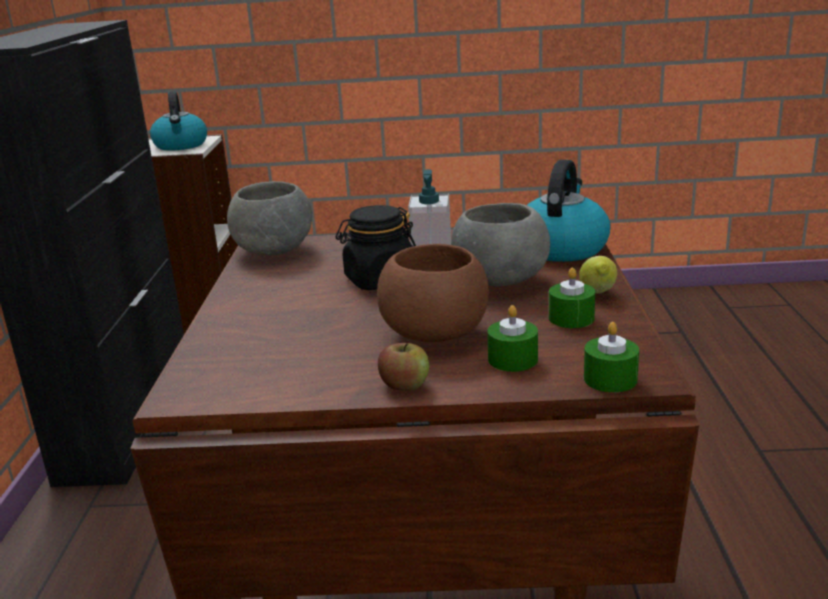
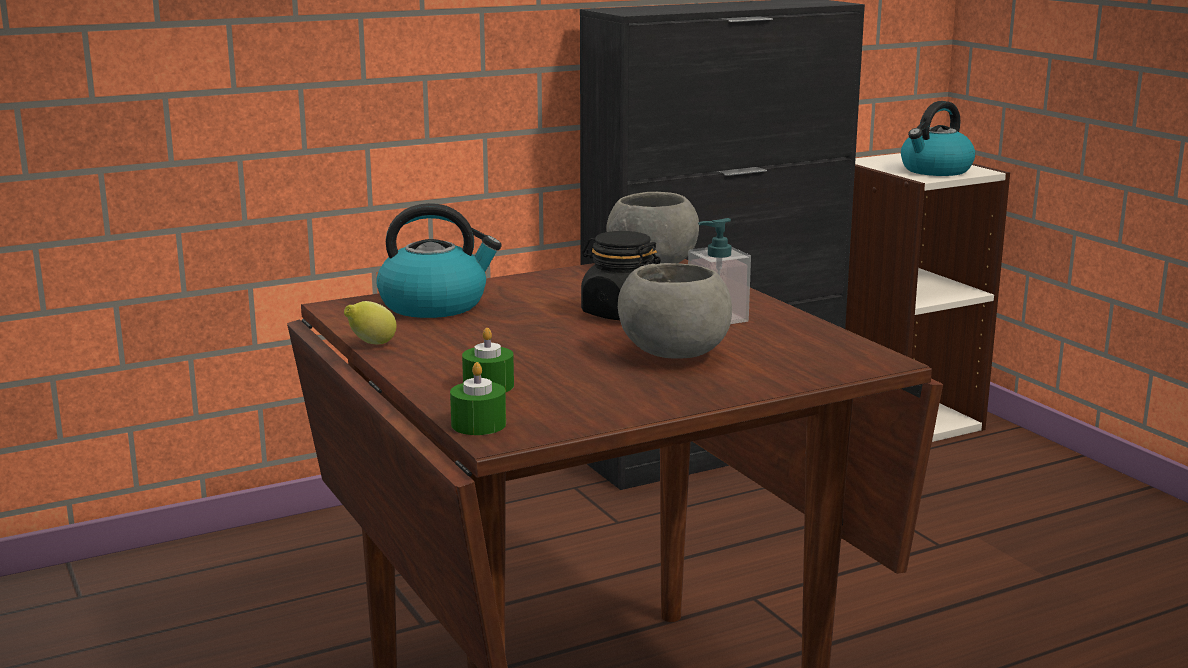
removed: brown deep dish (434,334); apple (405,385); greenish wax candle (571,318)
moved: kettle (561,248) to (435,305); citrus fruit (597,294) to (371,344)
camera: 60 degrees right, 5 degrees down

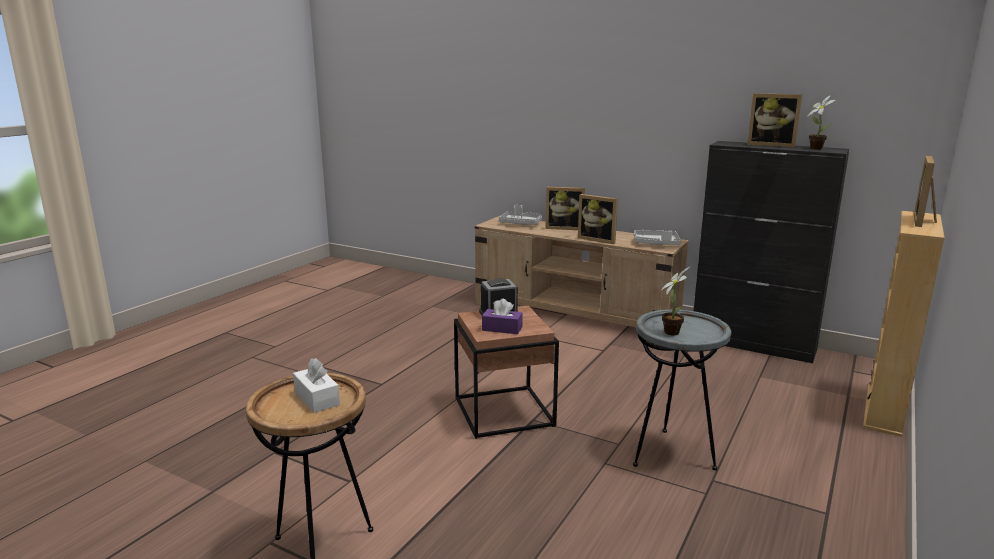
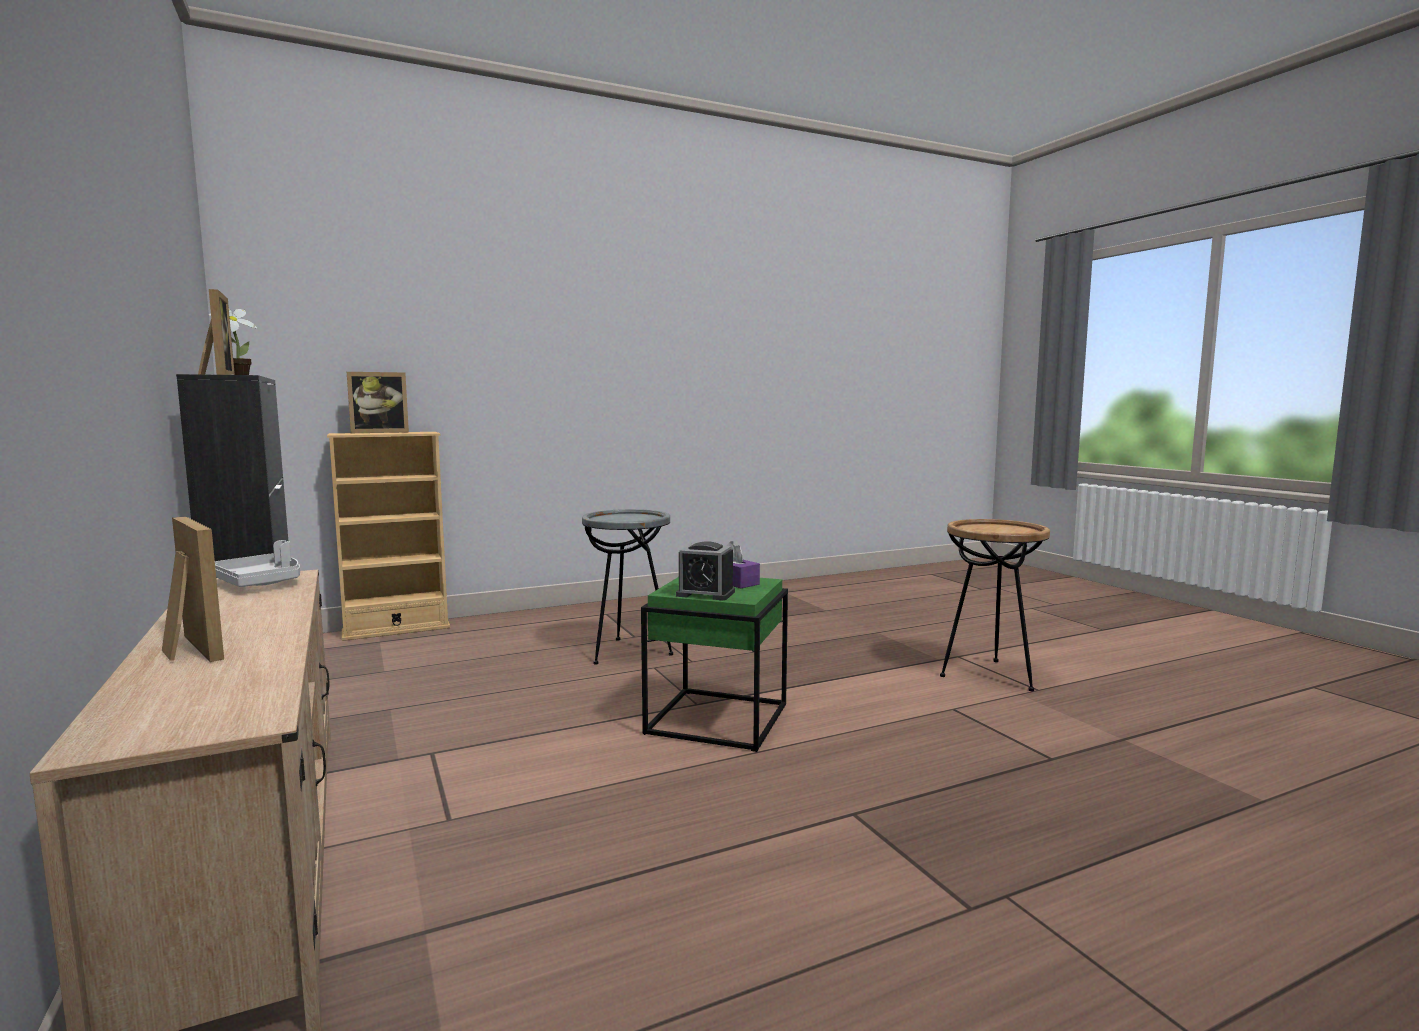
removed: whitish tissue holder (317,398); grey tray (520,223); photo frame (598,239); potted plant (672,331)
recoloured: brown accent table (503,412) to greenish accent table (719,719)
camera: 145 degrees left, 10 degrees down

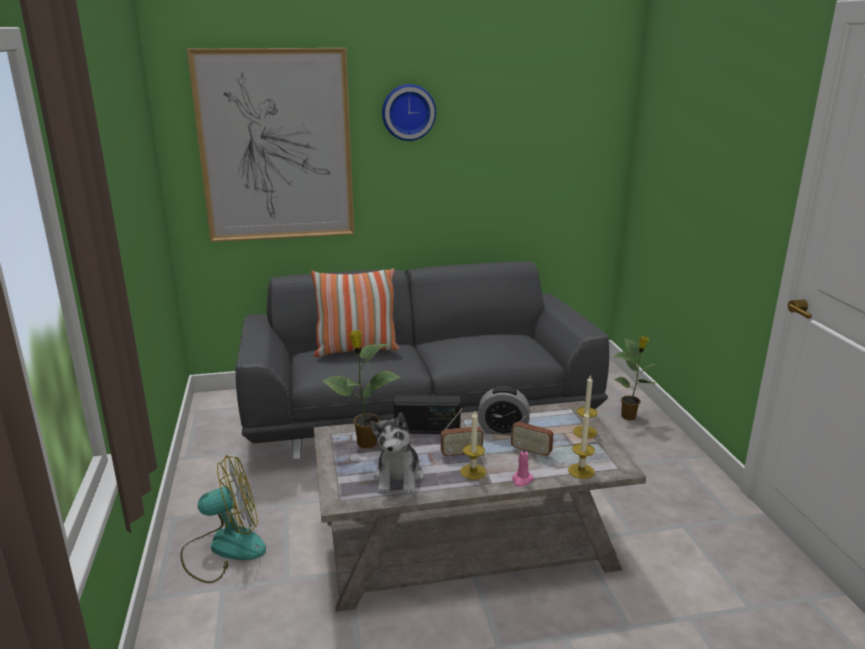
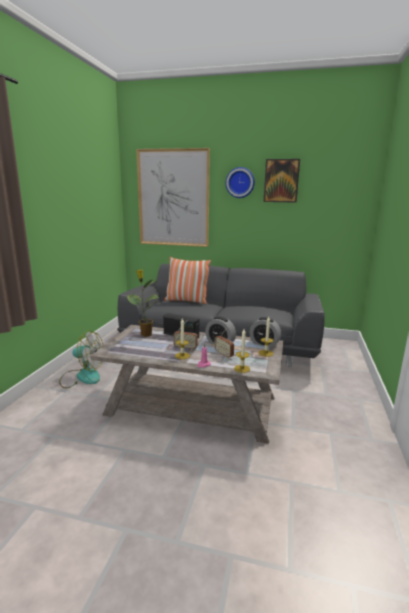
removed: cuddly toy (399,478); potted plant (629,417)
added: alarm clock (264,344); wall art (281,181)
camera: 25 degrees right, 5 degrees down

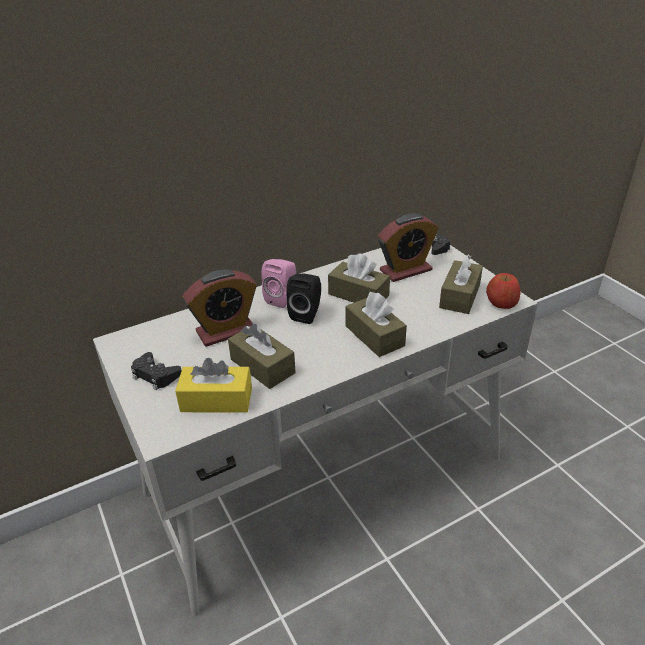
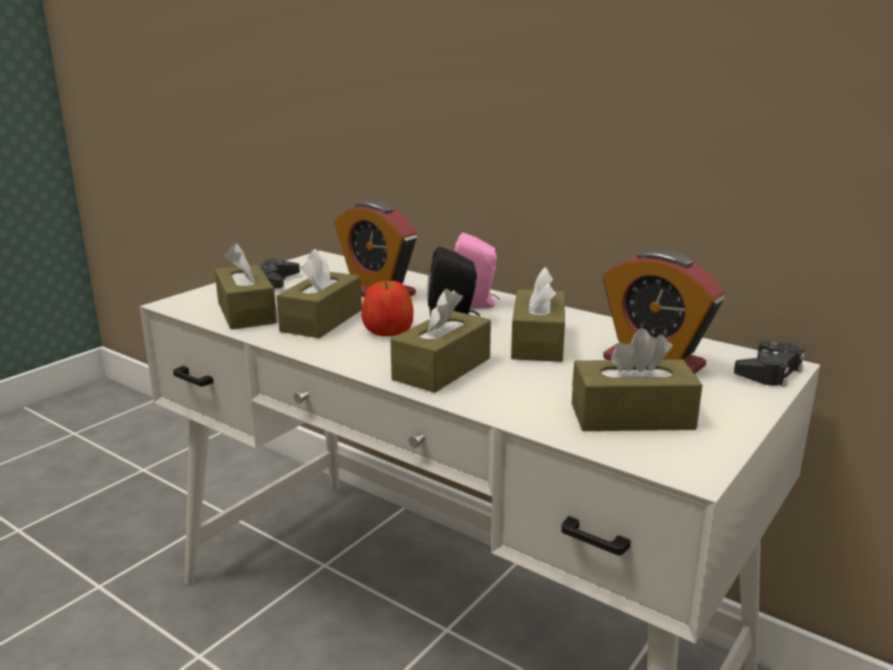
moved: apple (501,302) to (388,330)
recoloured: yellowish tissue holder (216,400) to brown tissue holder (246,312)
camera: 65 degrees right, 15 degrees down

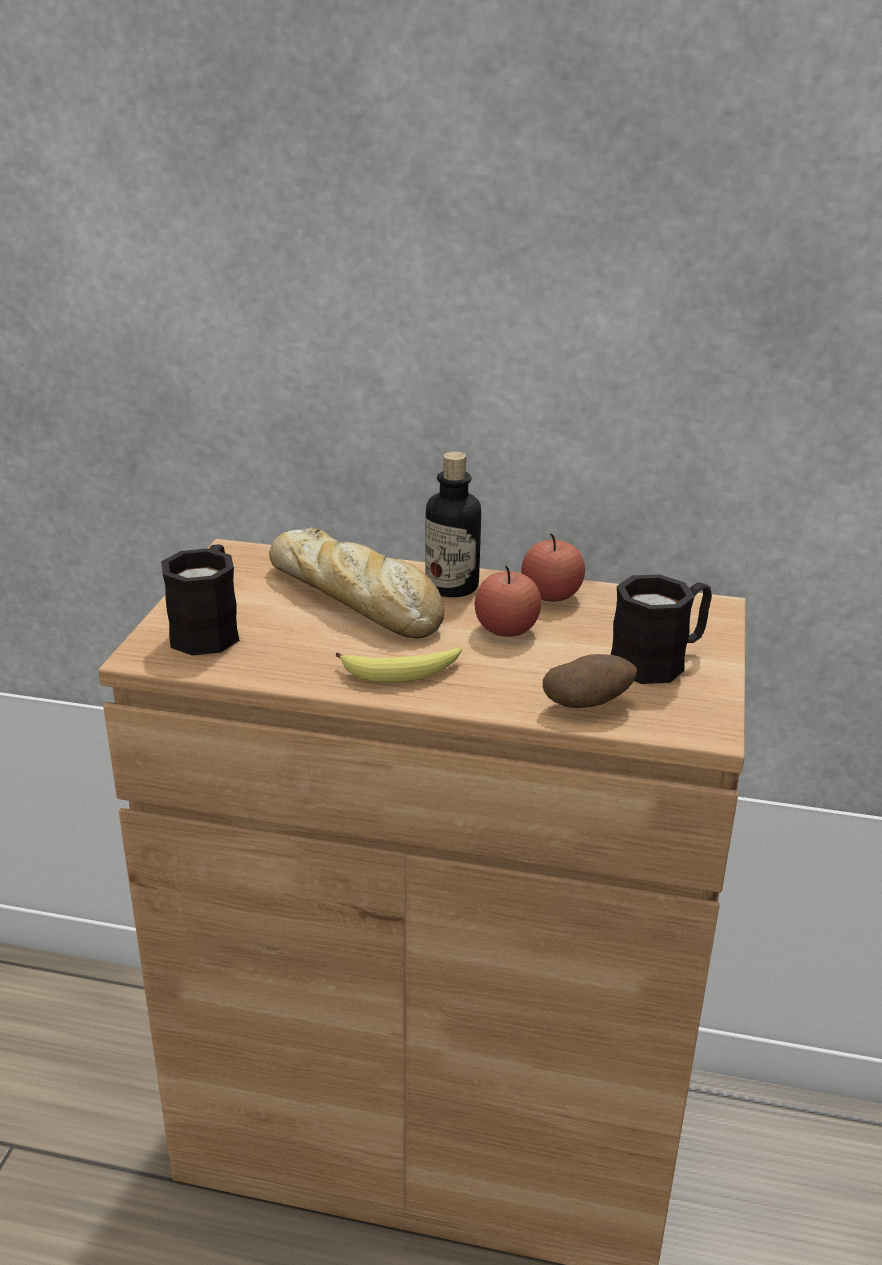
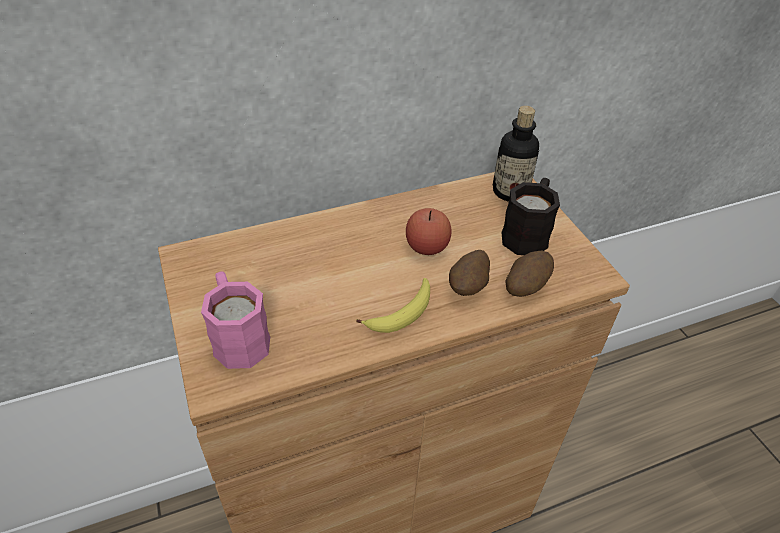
removed: bread (356,599); apple (551,595)
added: whole potato (468,287)
moved: drink bottle (451,587) to (510,192)
recoloured: black-coloured mug (209,629) to pink-coloured mug (238,336)
camera: 35 degrees left, 15 degrees up

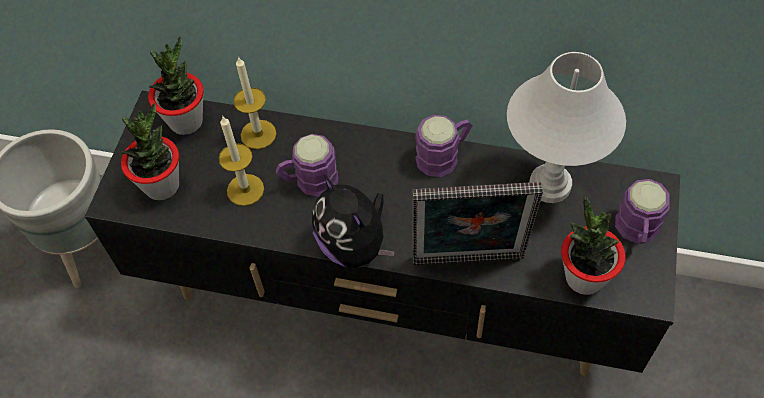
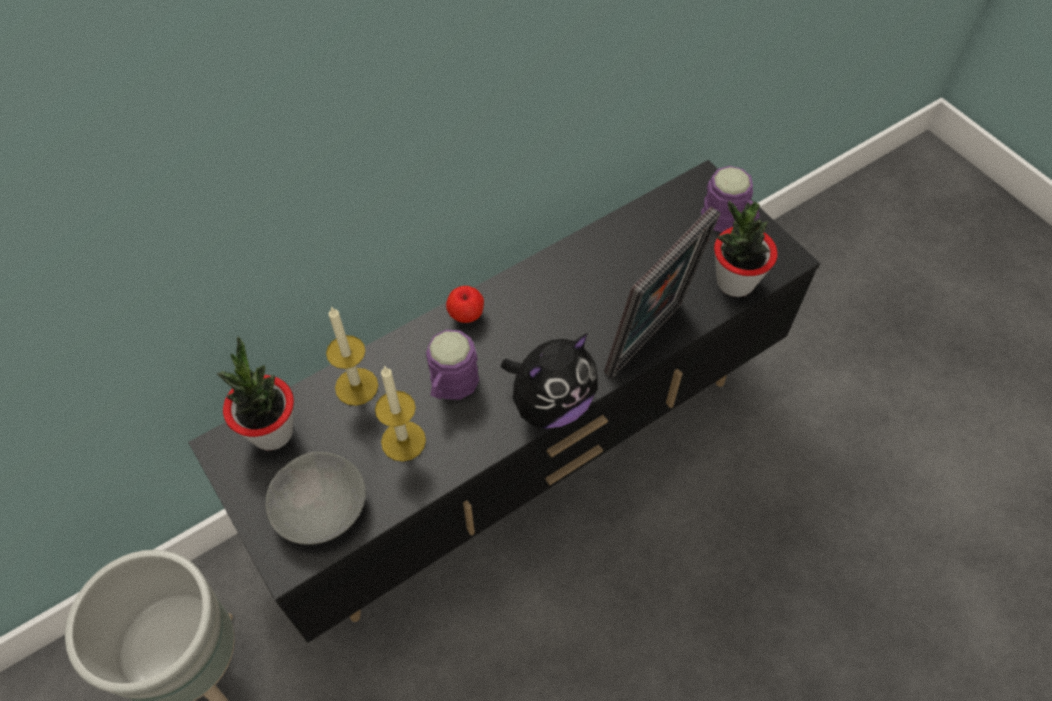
removed: purple-coloured mug (444,156); whitish table lamp (549,184)
added: apple (466,315)
replaced: potted plant (162,185) to grey deep dish (320,505)
turned: cuddly toy (354,245) = (550,404) 45 degrees counterclockwise
camera: 50 degrees left, 0 degrees up

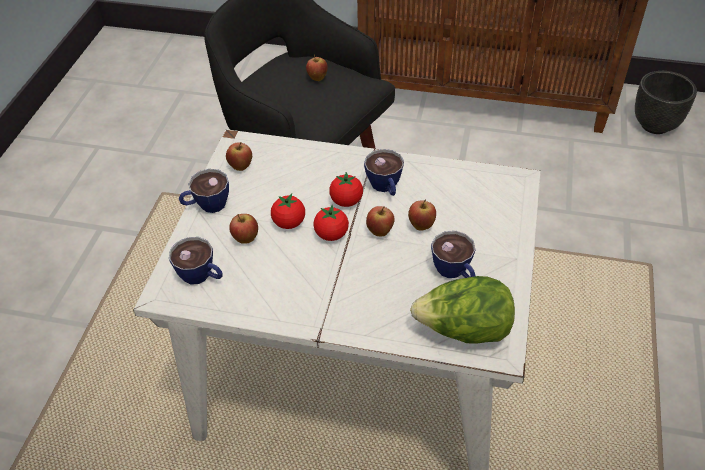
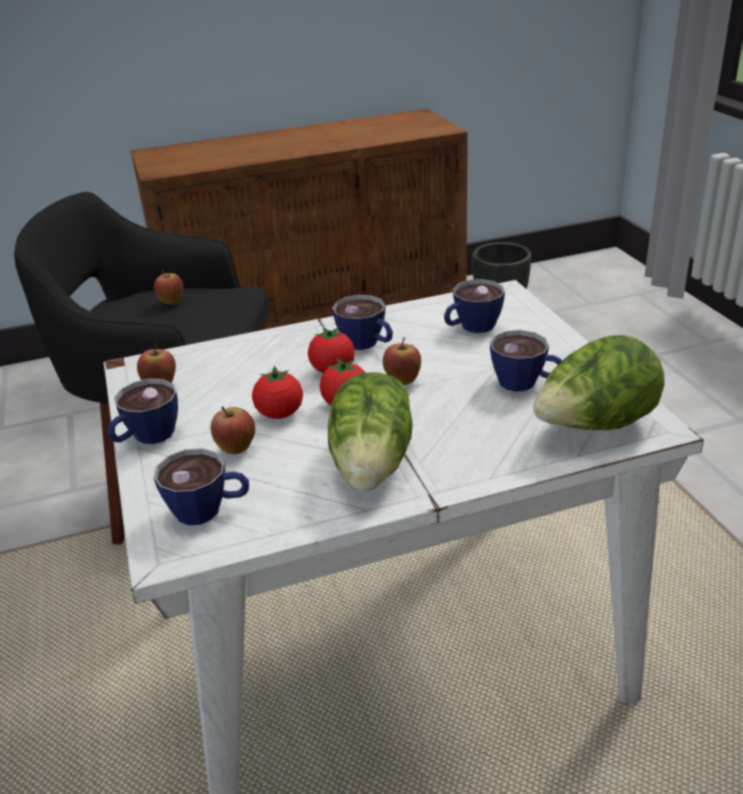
removed: apple (421,226)
added: lettuce (374,463); cup (471,328)
camera: 30 degrees left, 15 degrees down

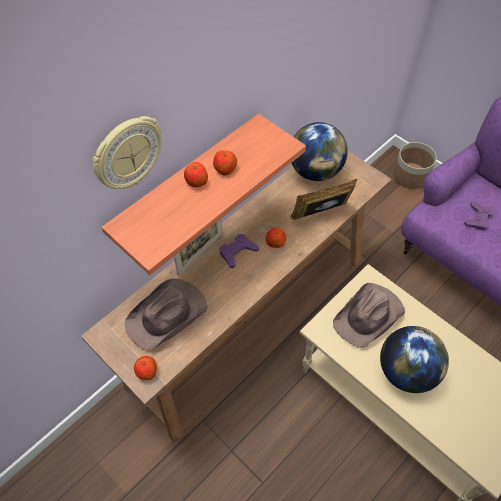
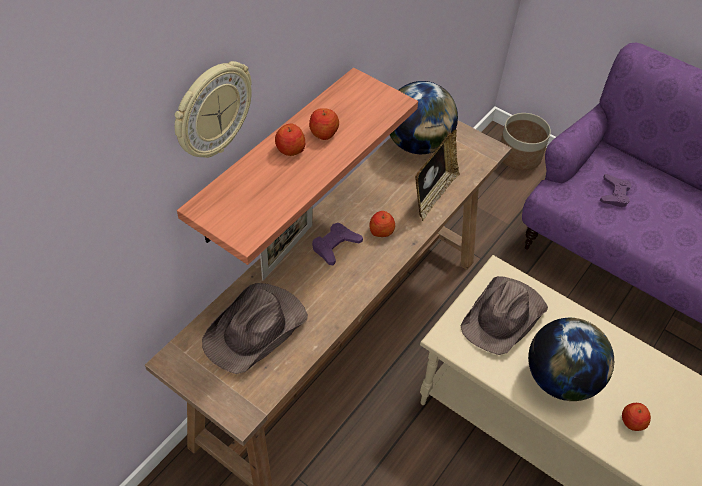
moved: apple (147,371) to (632,422)
turned: photo frame (321,215) = (433,195) 150 degrees clockwise
camera: 10 degrees left, 5 degrees down

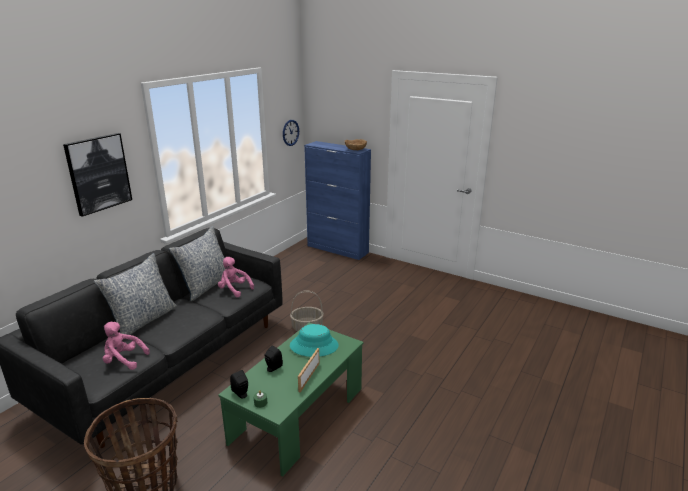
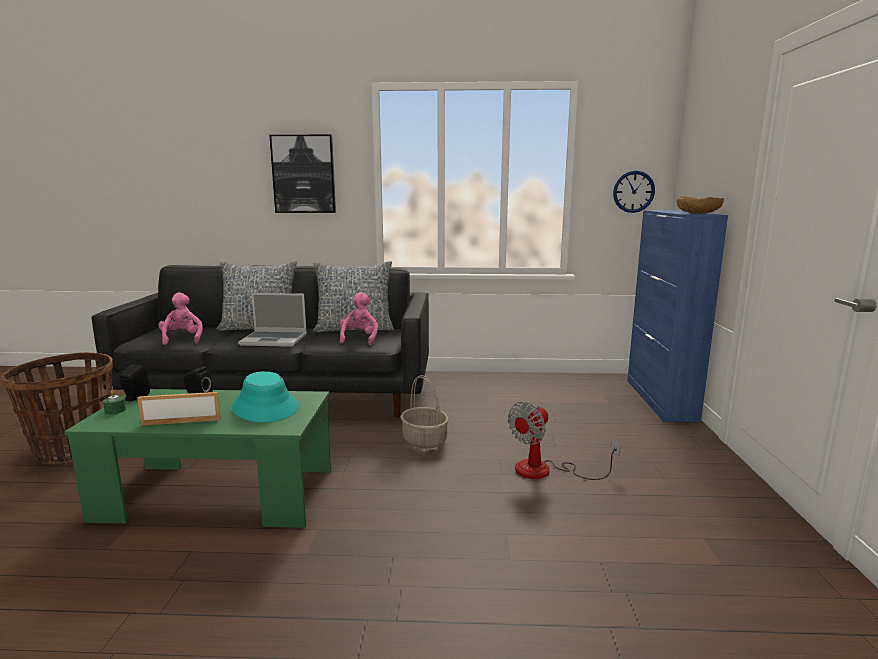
added: laptop (275,340); fan (546,471)
camera: 60 degrees right, 10 degrees down

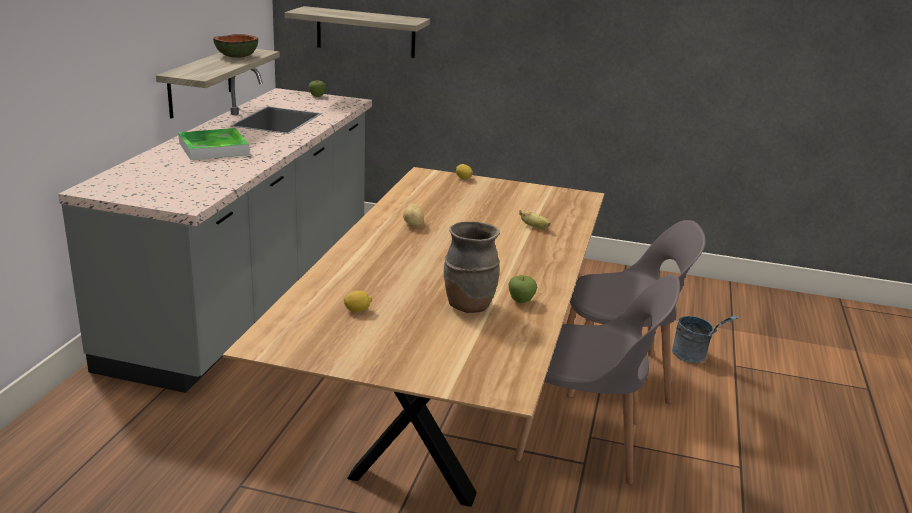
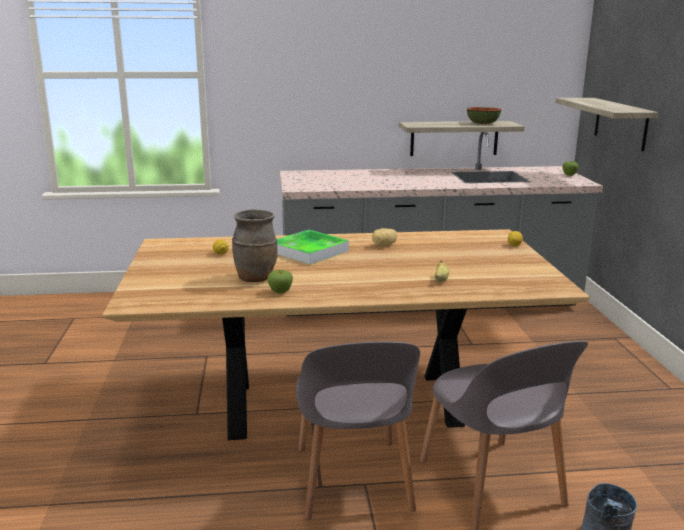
moved: tray (214,149) to (309,251)
camera: 70 degrees right, 5 degrees down

